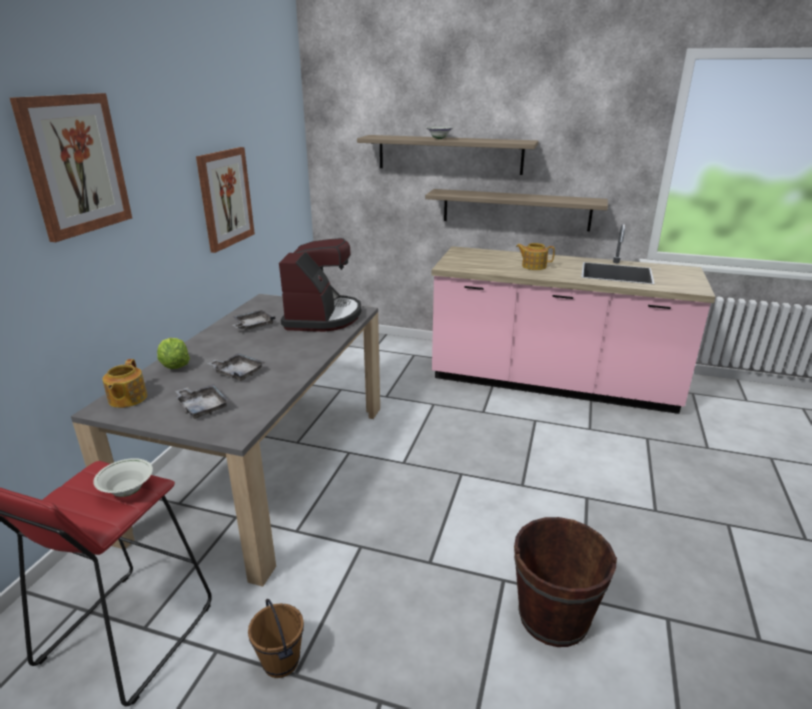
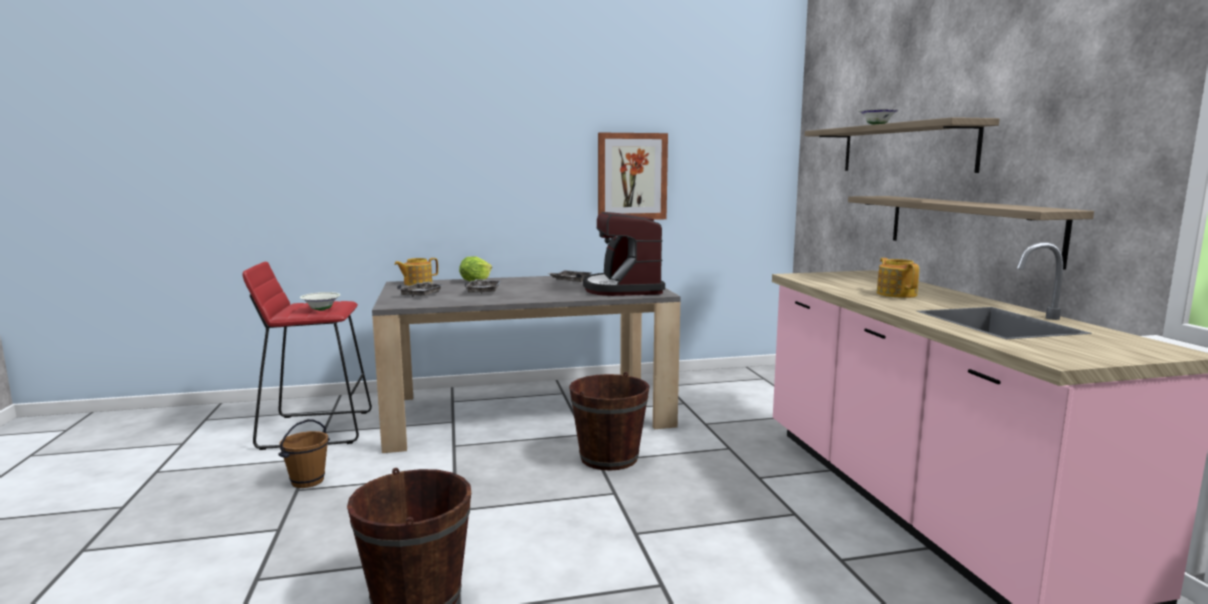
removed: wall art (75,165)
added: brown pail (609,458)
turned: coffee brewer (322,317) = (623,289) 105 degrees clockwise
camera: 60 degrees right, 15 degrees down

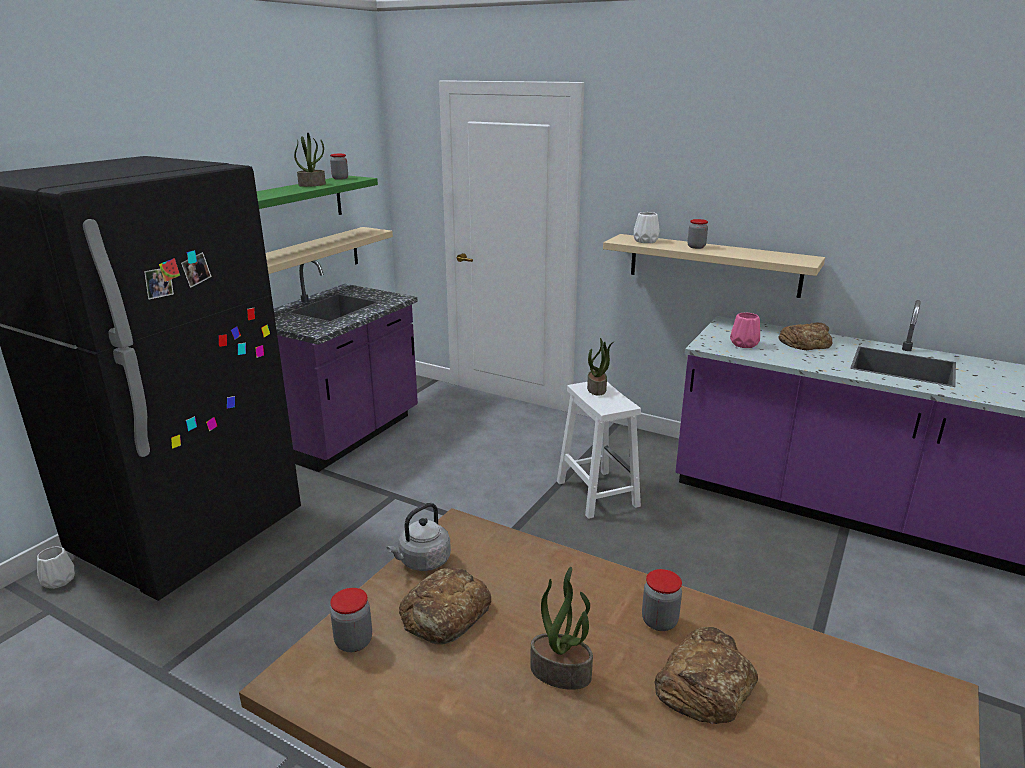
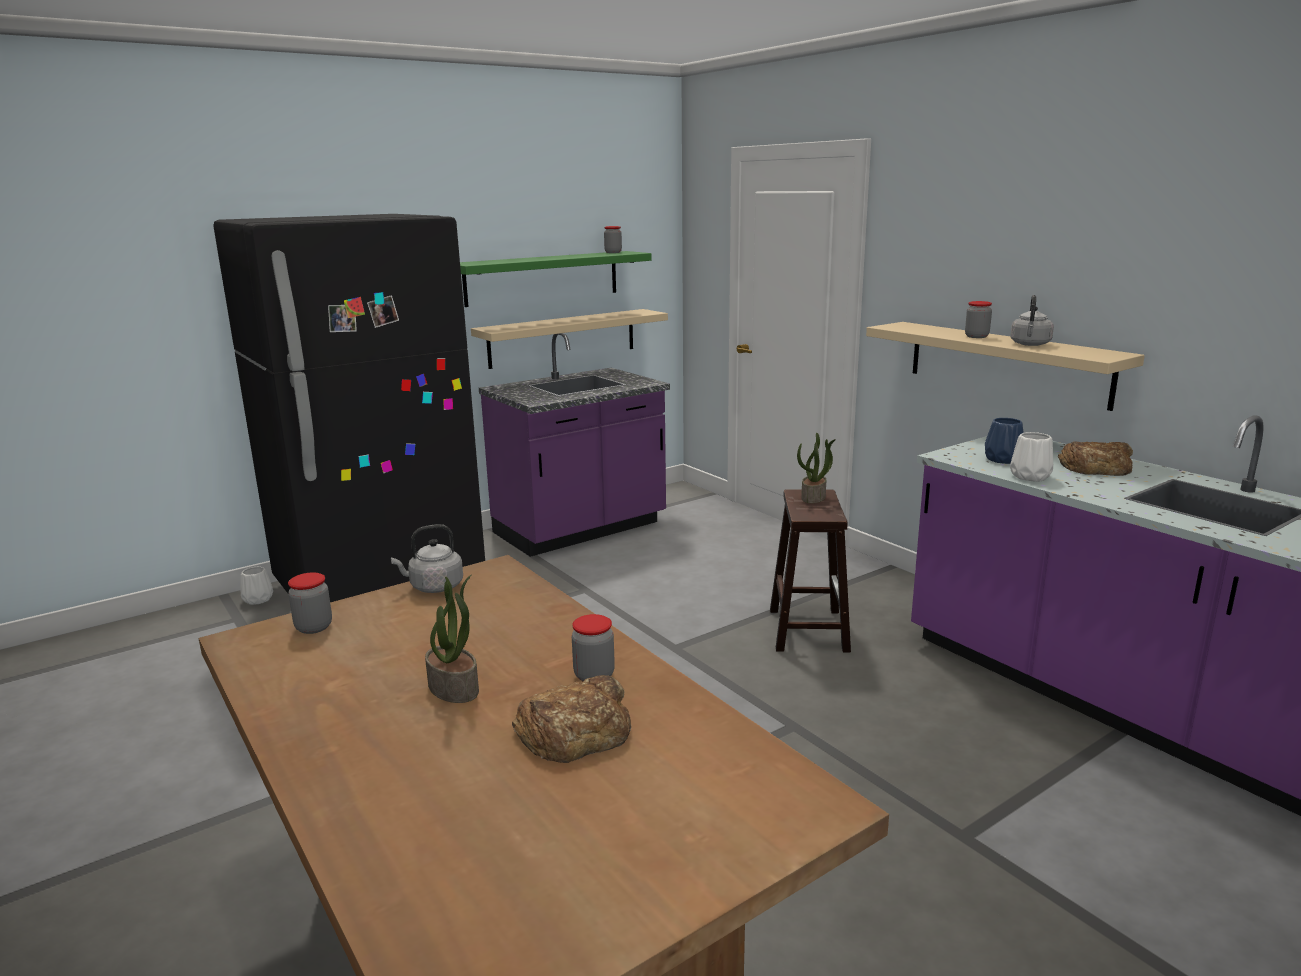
removed: potted plant (312,185); bread (445,614)
added: grey kettle (1030,344)
moved: whitish vase (646,241) to (1031,477)
recoloured: whitish stool (596,493) to brown stool (807,629); pink-coloured vase (743,344) to blue-coloured vase (1001,459)
camera: 25 degrees right, 5 degrees down

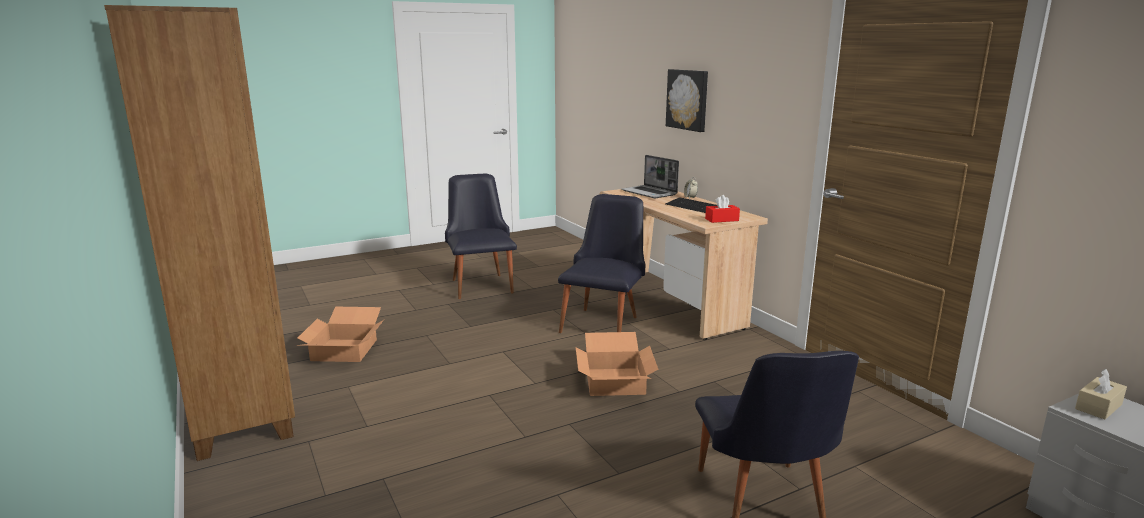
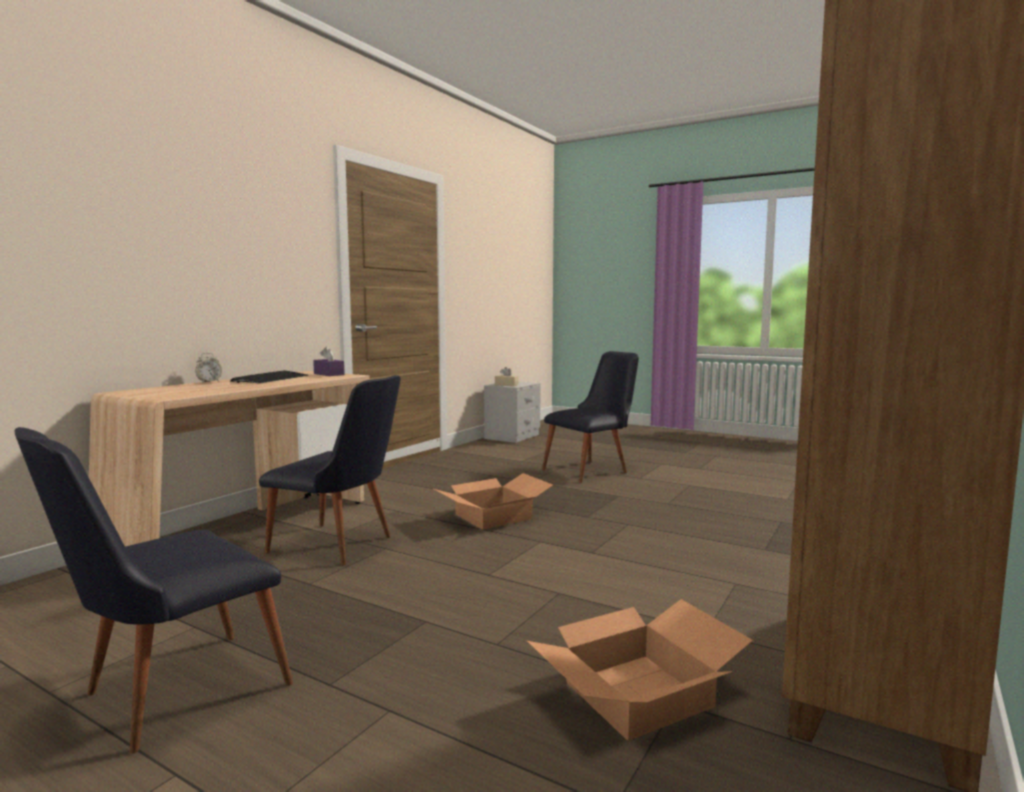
removed: laptop (650,193); wall art (688,99)
recoloured: red-coloured tissue holder (722,220) to purple-coloured tissue holder (329,374)
turned: black-coloured upright chair (604,322) = (340,546) 150 degrees counterclockwise
camera: 120 degrees left, 10 degrees down

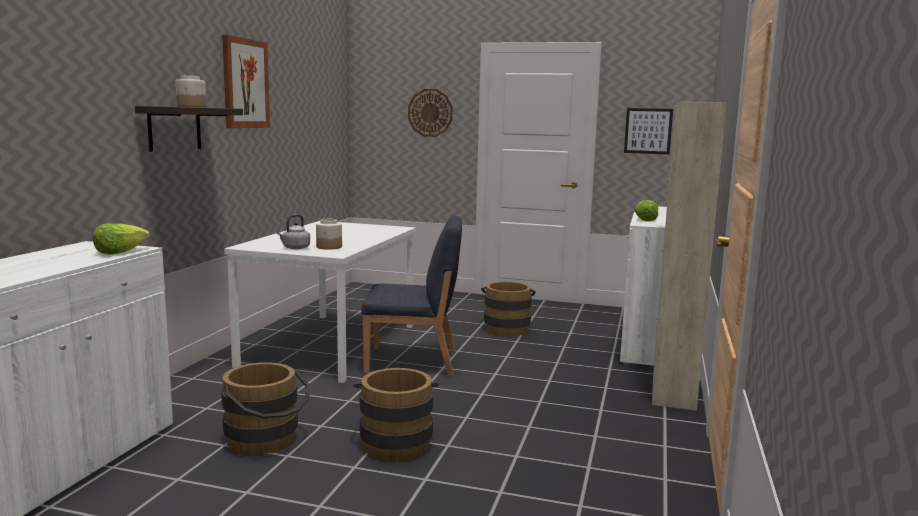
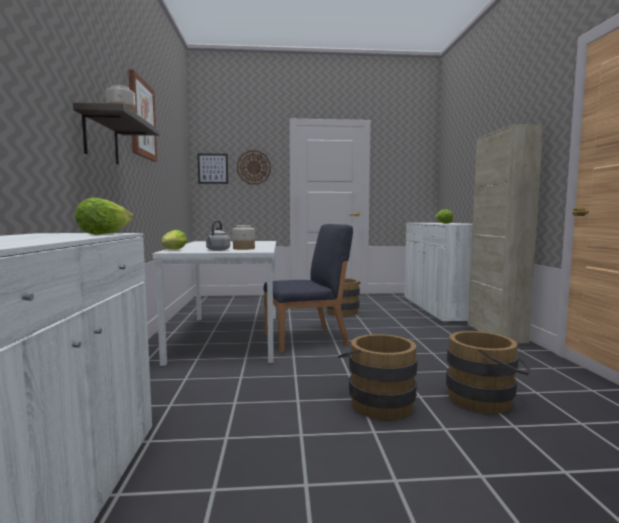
added: lettuce (174,250)
moved: brown pail (266,441) to (486,400); wall art (648,131) to (213,168)
camera: 20 degrees left, 5 degrees down

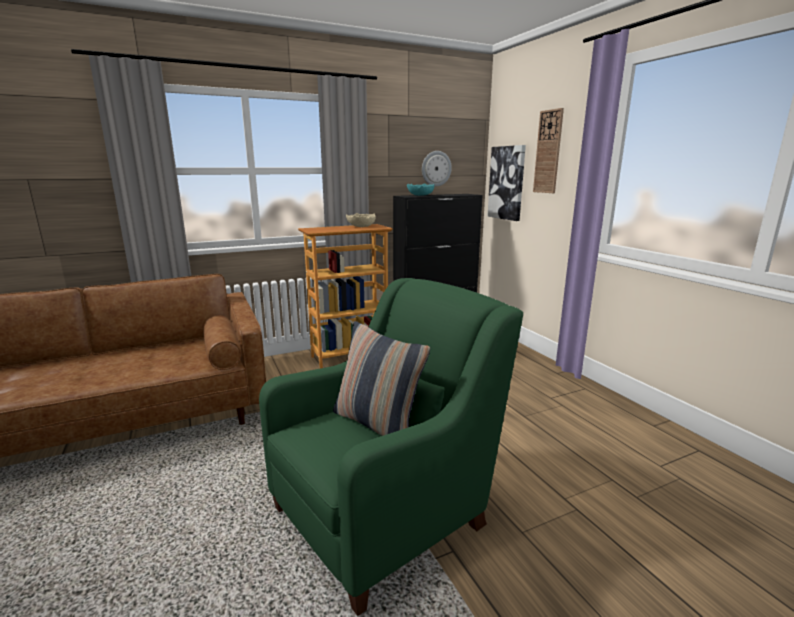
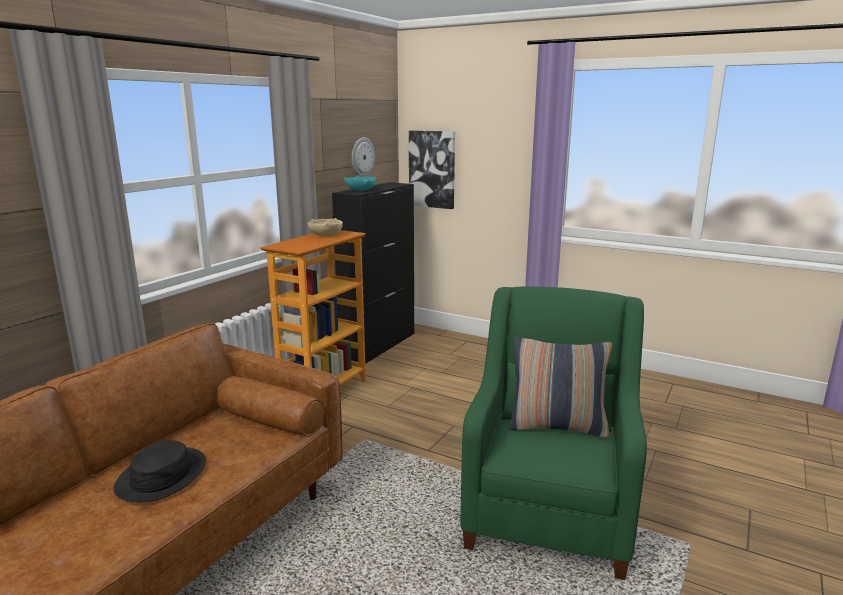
removed: hanging clock (548,152)
added: black-coloured hat (161,475)
camera: 35 degrees left, 0 degrees up

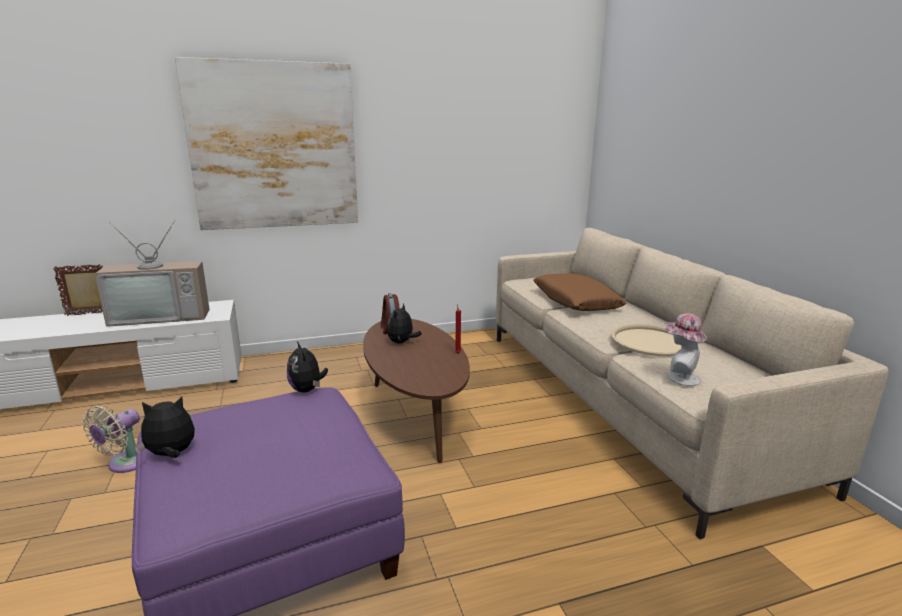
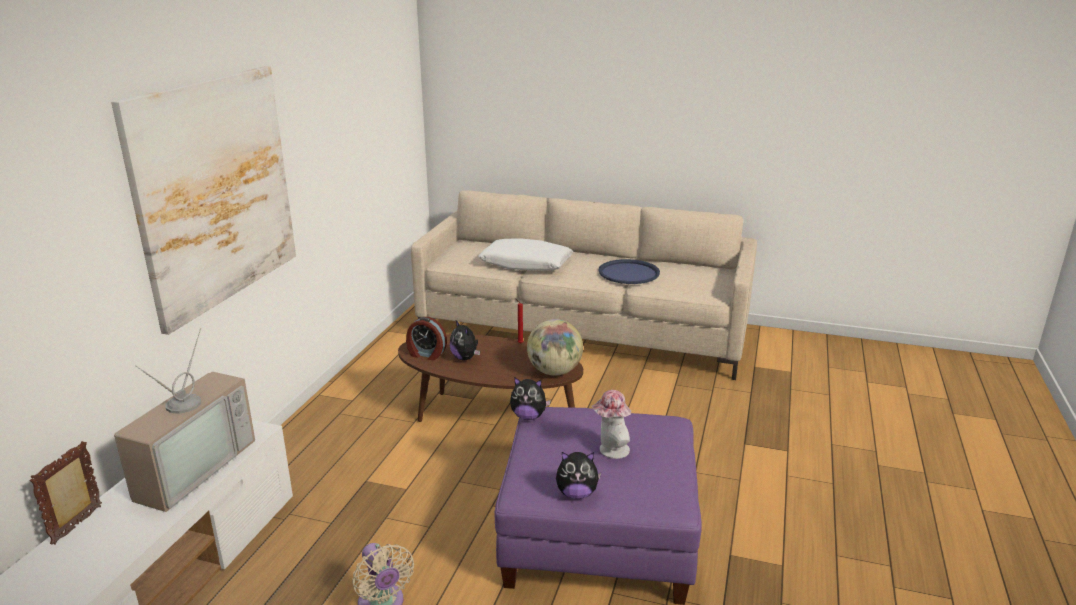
added: desk globe (554,371)
moved: hat (679,377) to (610,450)
recoloured: brown cushion (575,302) to whitish cushion (526,264); beige-coloured tray (650,341) to blue-coloured tray (629,273)
turned: cuddly toy (171,454) = (576,494) 105 degrees counterclockwise
camera: 55 degrees left, 5 degrees up

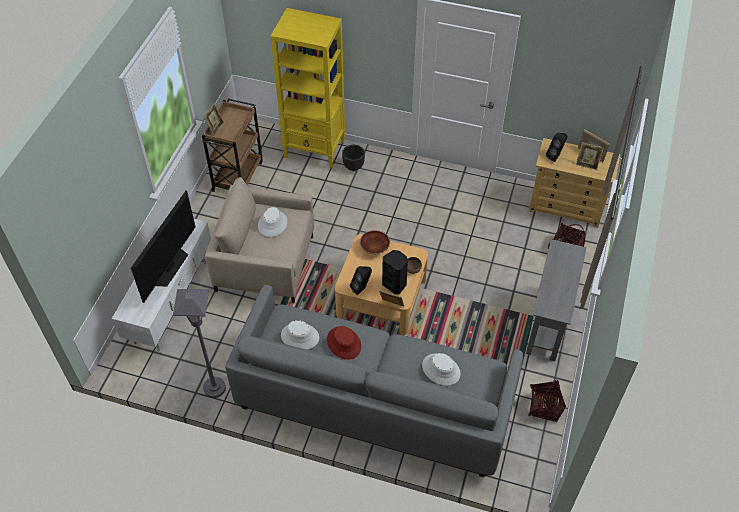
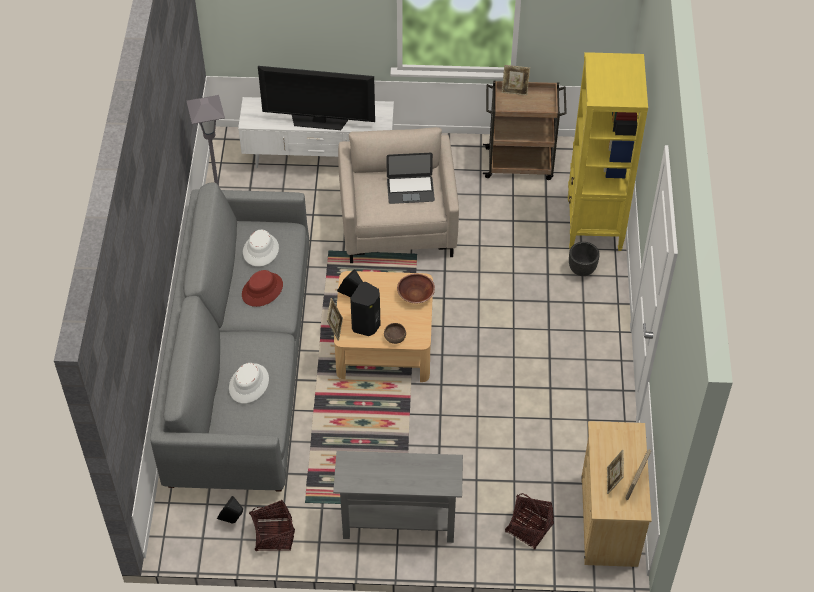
moved: black-coloured loudspeaker (555,156) to (232,521)
replaced: whitish hat (272,224) to laptop (410,189)
camera: 75 degrees right, 0 degrees up

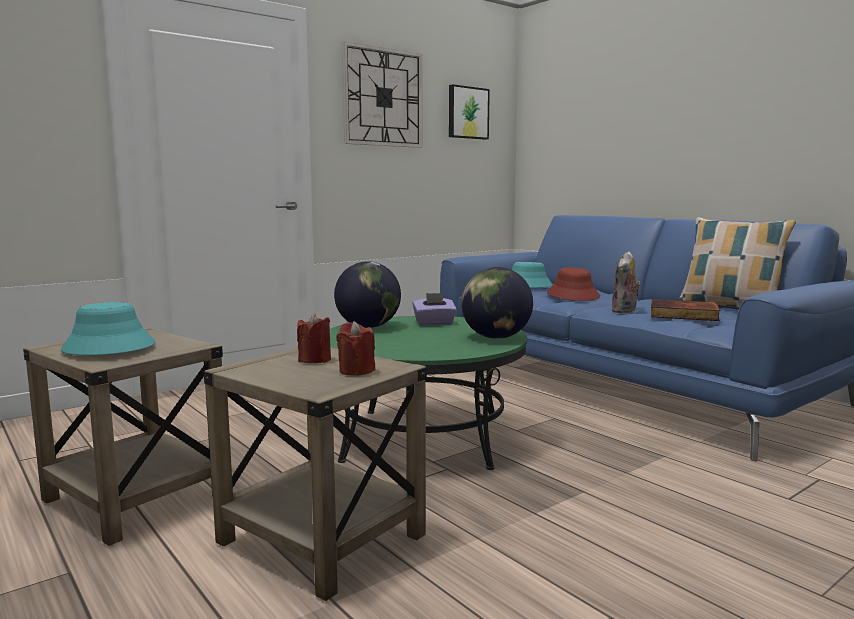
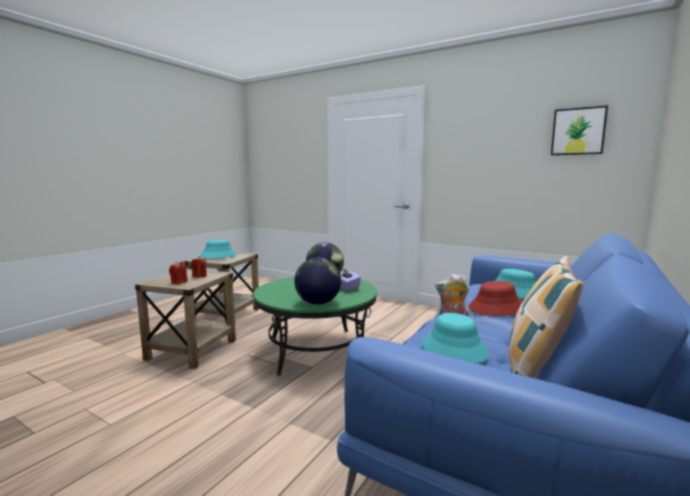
removed: hanging clock (383,97)
replaced: bound book (683,314) to blue-green hat (454,349)
camera: 70 degrees right, 0 degrees up

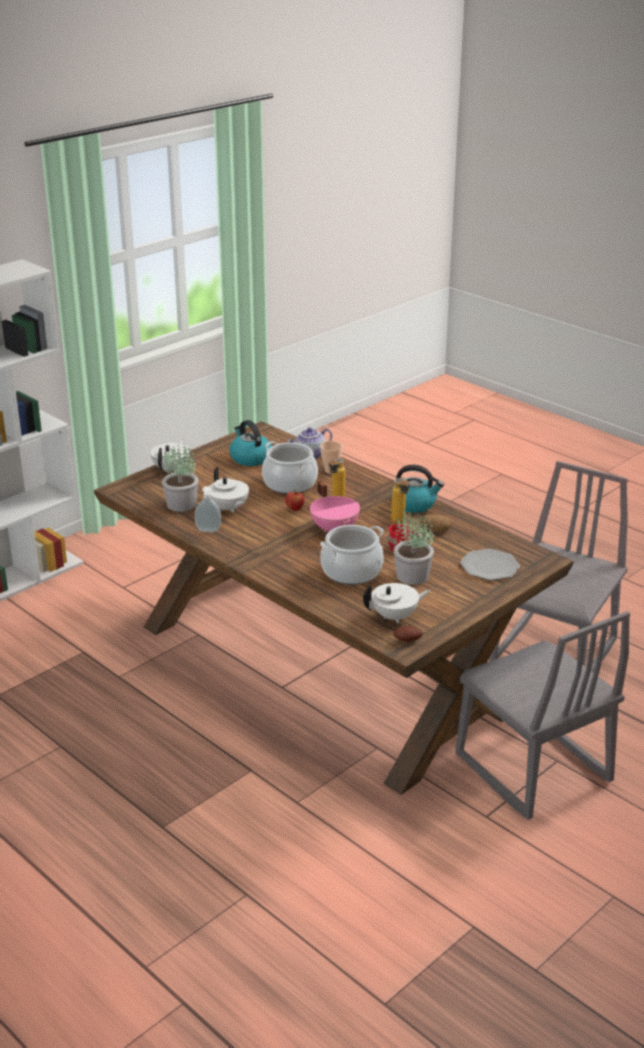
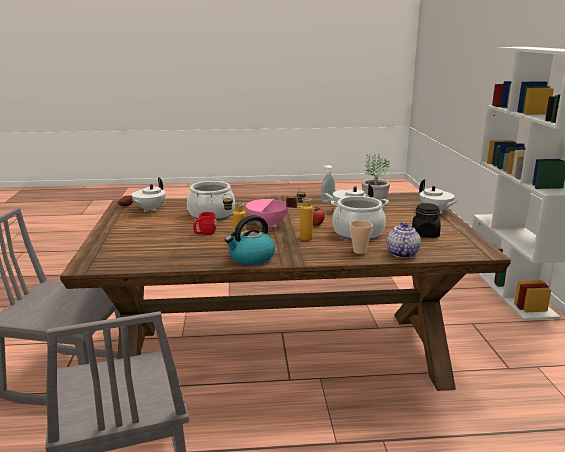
removed: potted plant (411,576); whole potato (435,530); plate (489,566)
replaced: kettle (250,458) to black-coloured preserve jar (425,234)
camera: 130 degrees right, 10 degrees down

